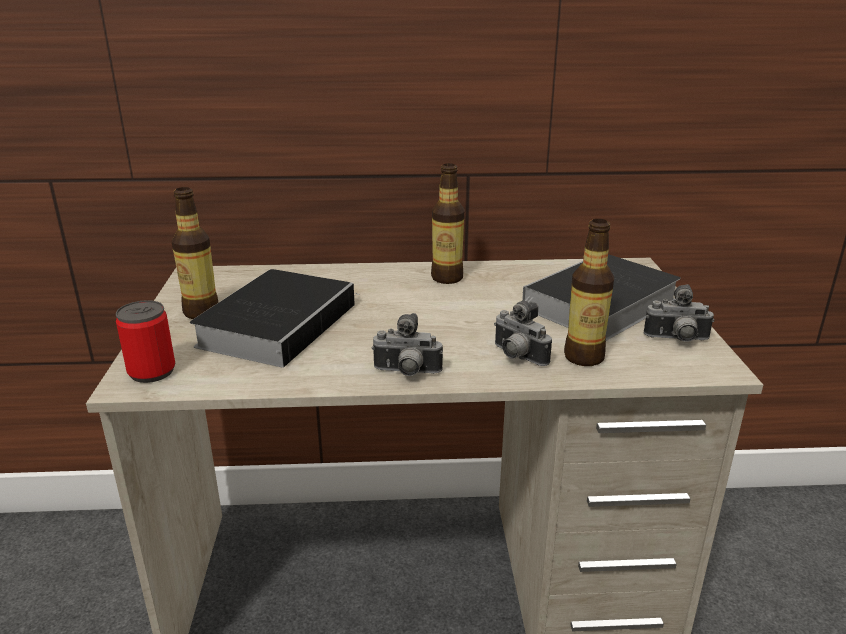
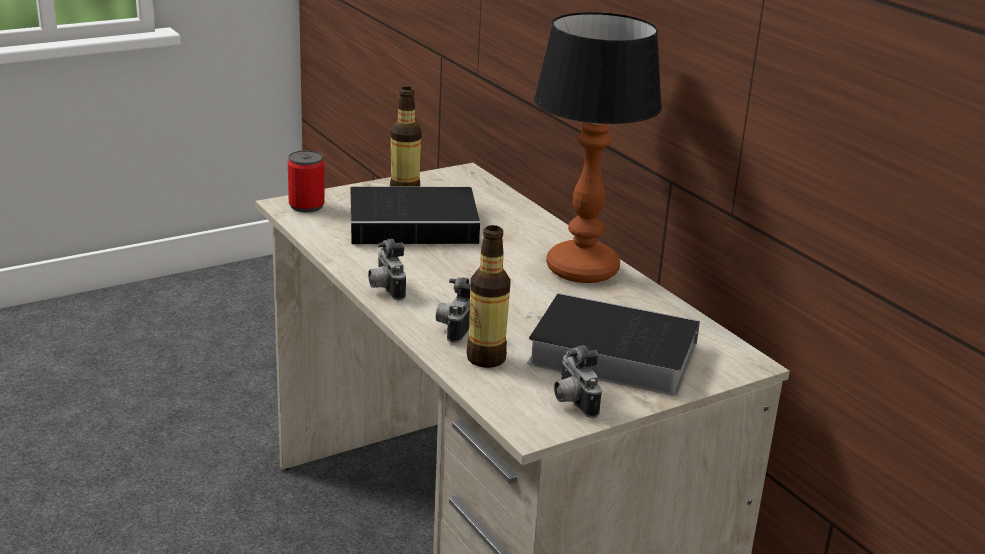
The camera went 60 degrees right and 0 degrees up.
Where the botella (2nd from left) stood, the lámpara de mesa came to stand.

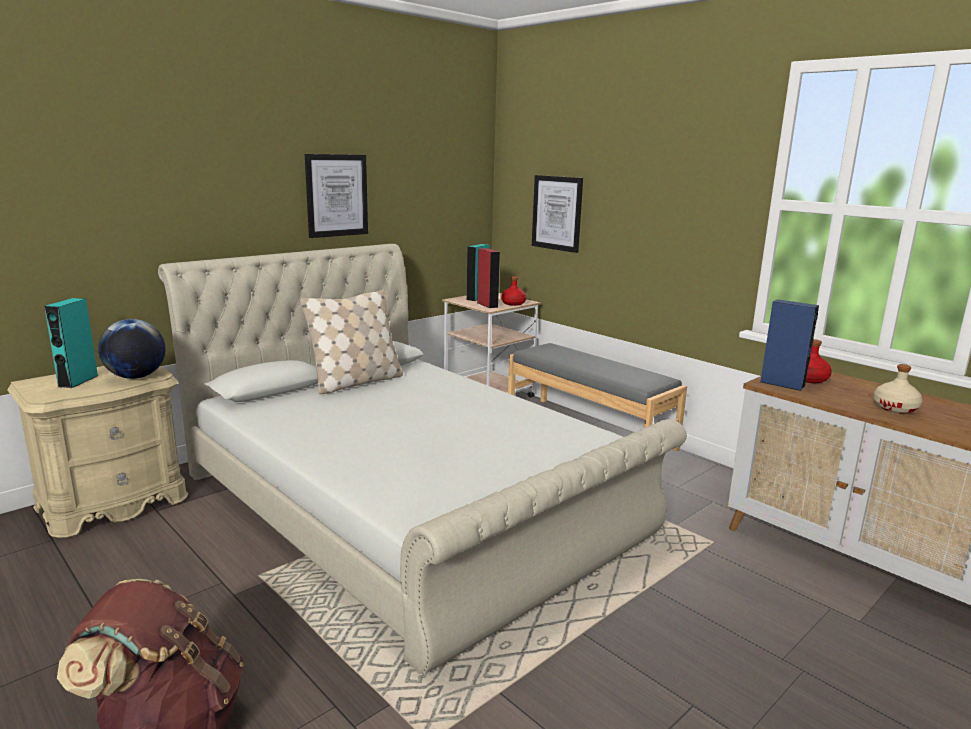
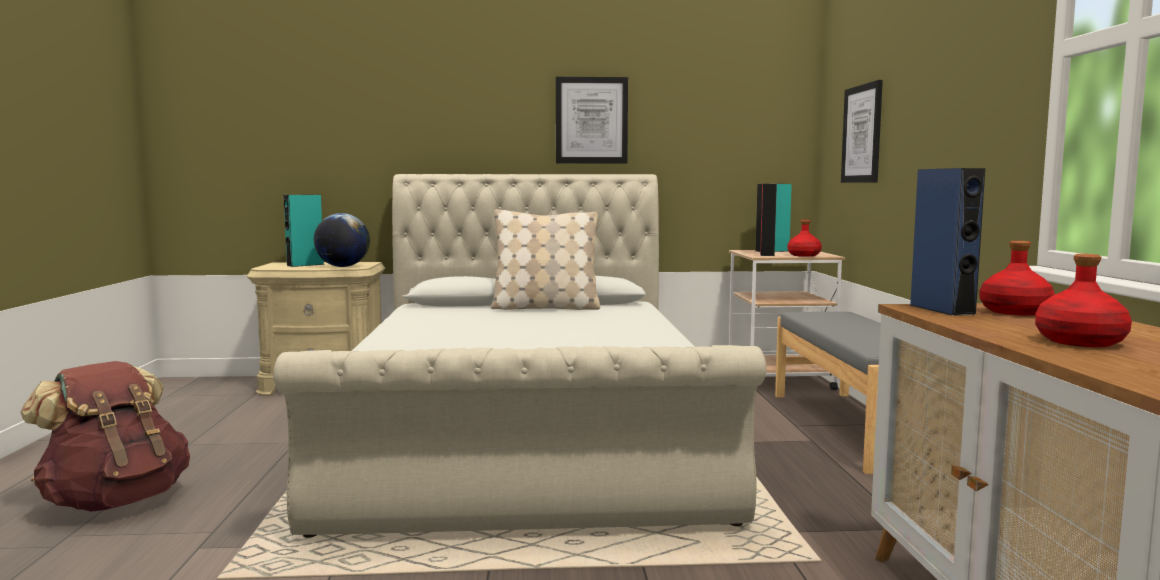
The camera went 40 degrees right and 10 degrees down.
What was the botella/beis turned into the botella/rojo (3rd from left).

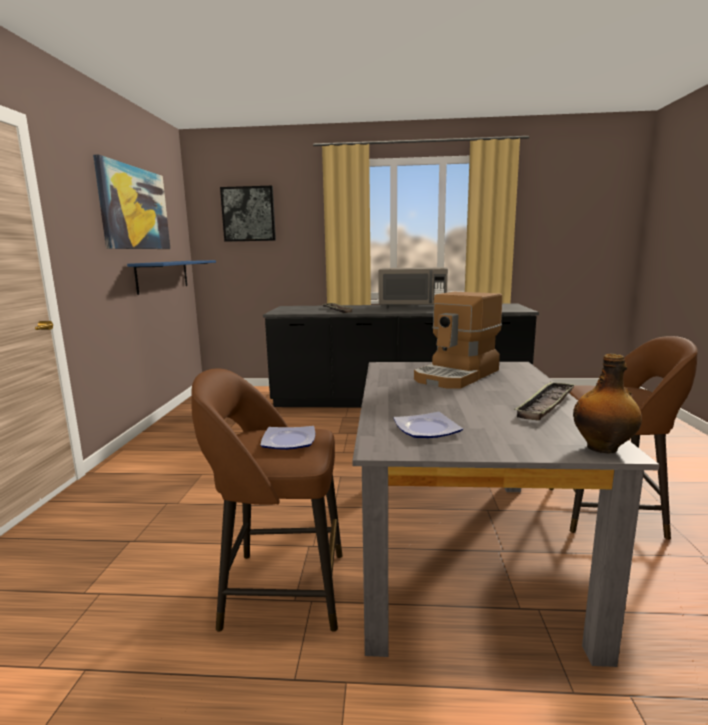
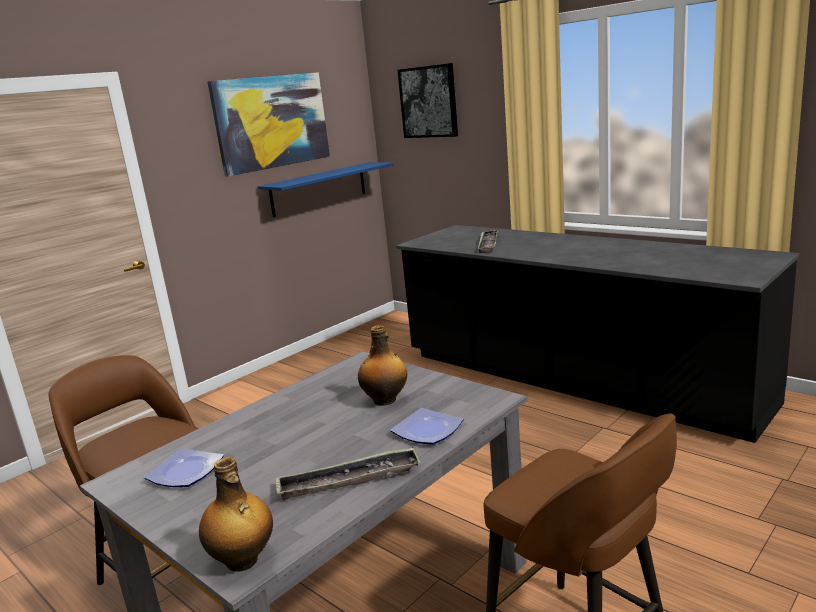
The camera went 40 degrees right and 5 degrees up.
The second view lost the microondas/gris.
Where the cafetera stood, the botella (2nd from left) came to stand.
The plato (1st from left in the first image) ended up elsewhere.

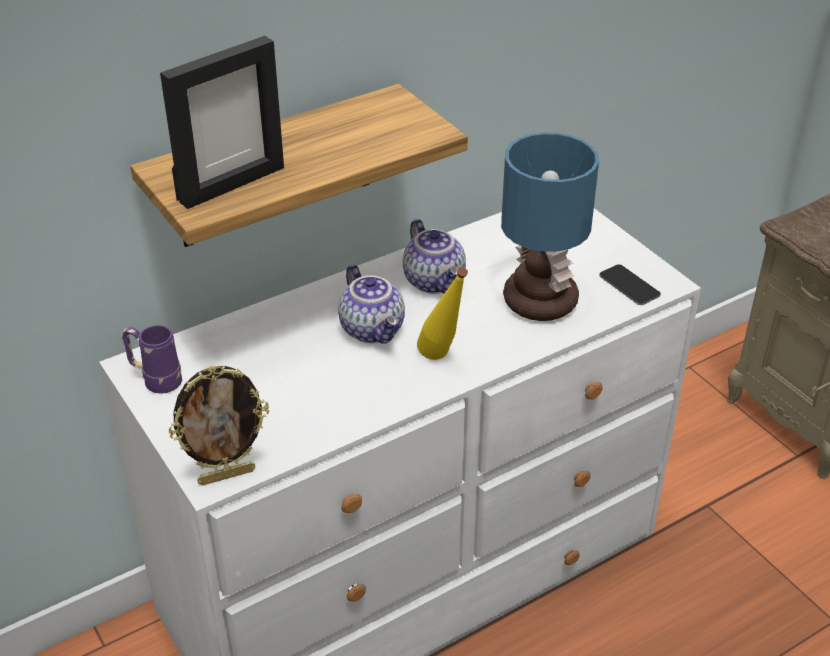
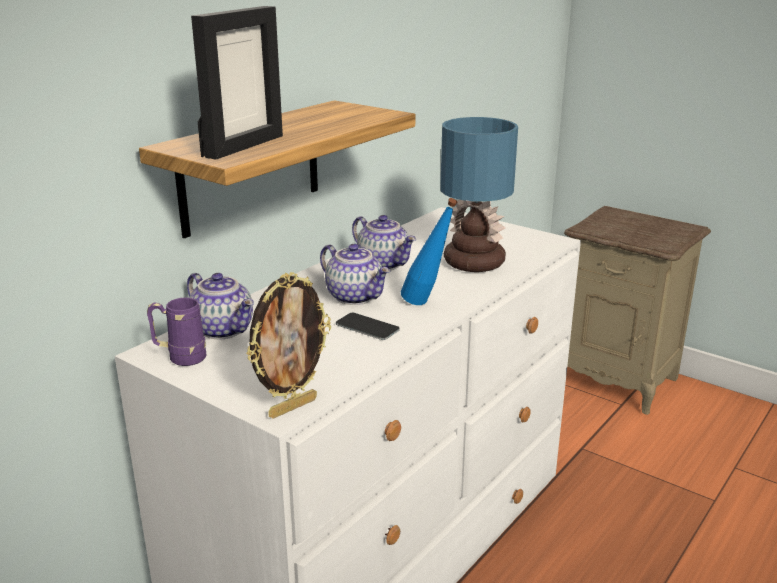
The camera went 20 degrees left and 15 degrees down.
The móvil ended up elsewhere.
What was the botella/amarillo turned into the botella/azul.
The second view gained the tetera (1st from left).

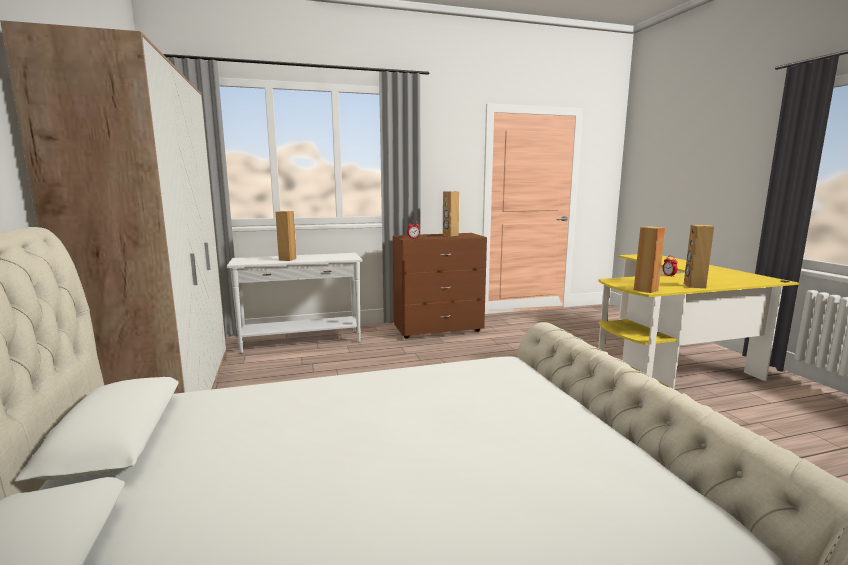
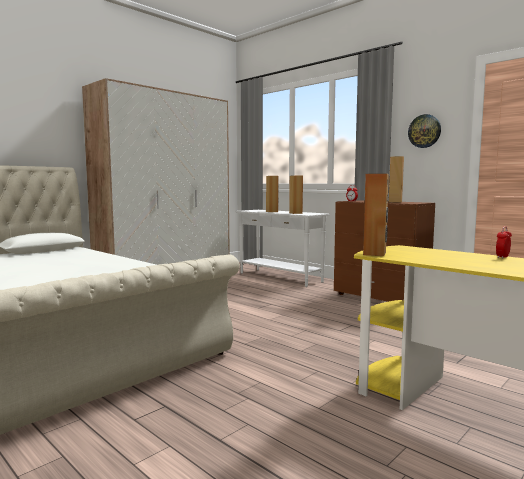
The camera went 60 degrees right and 5 degrees down.
The altavoz/marrón (4th from left in the first image) ended up elsewhere.
The second view gained the reloj de pared.

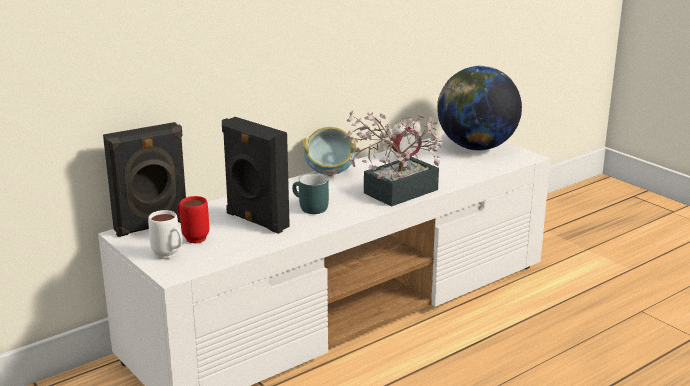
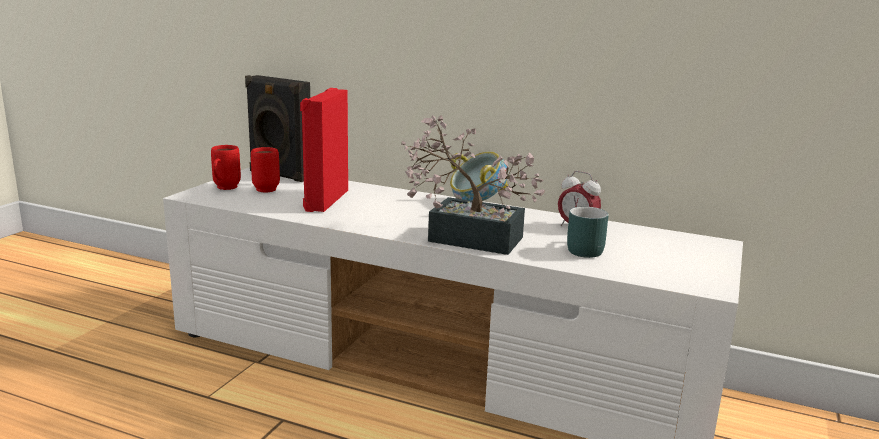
The camera went 60 degrees right and 5 degrees down.
The second view lost the globo terráqueo.
What was the altavoz/negro (2nd from left) turned into the altavoz/rojo.
The taza grande/turquesa ended up elsewhere.
What was the taza grande/blanco turned into the taza grande/rojo (1st from left).

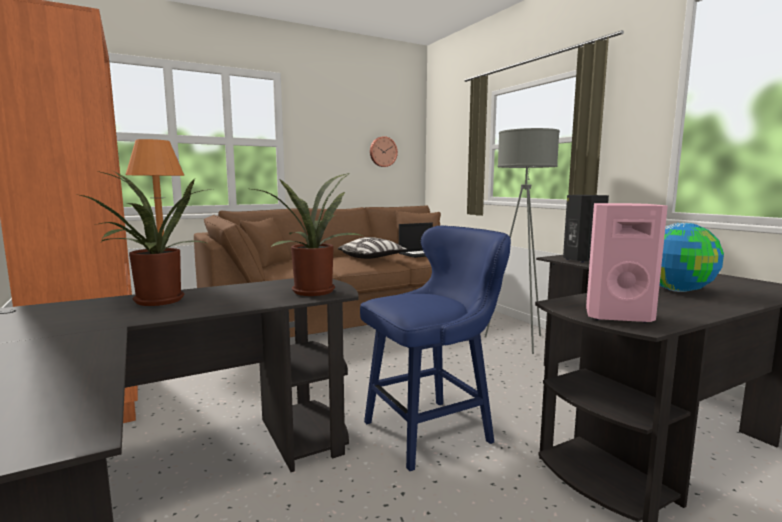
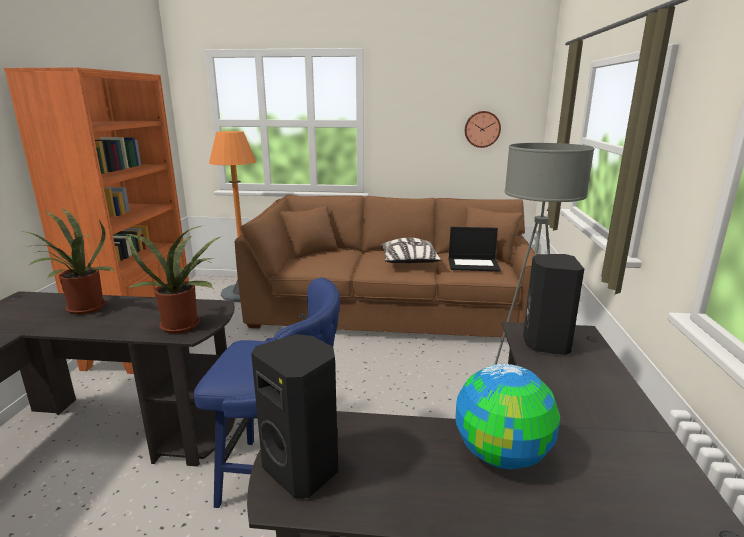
The camera went 35 degrees right and 10 degrees up.
What was the altavoz/rosa turned into the altavoz/negro (1st from left).

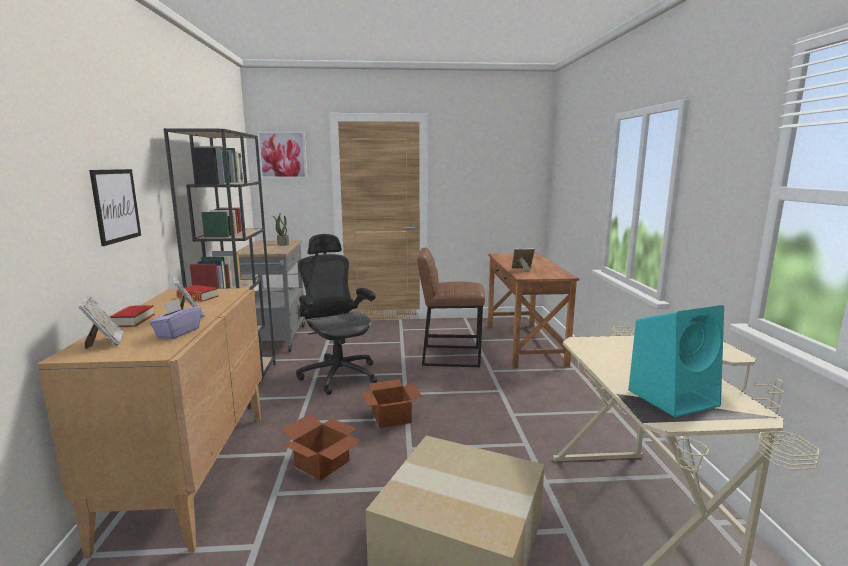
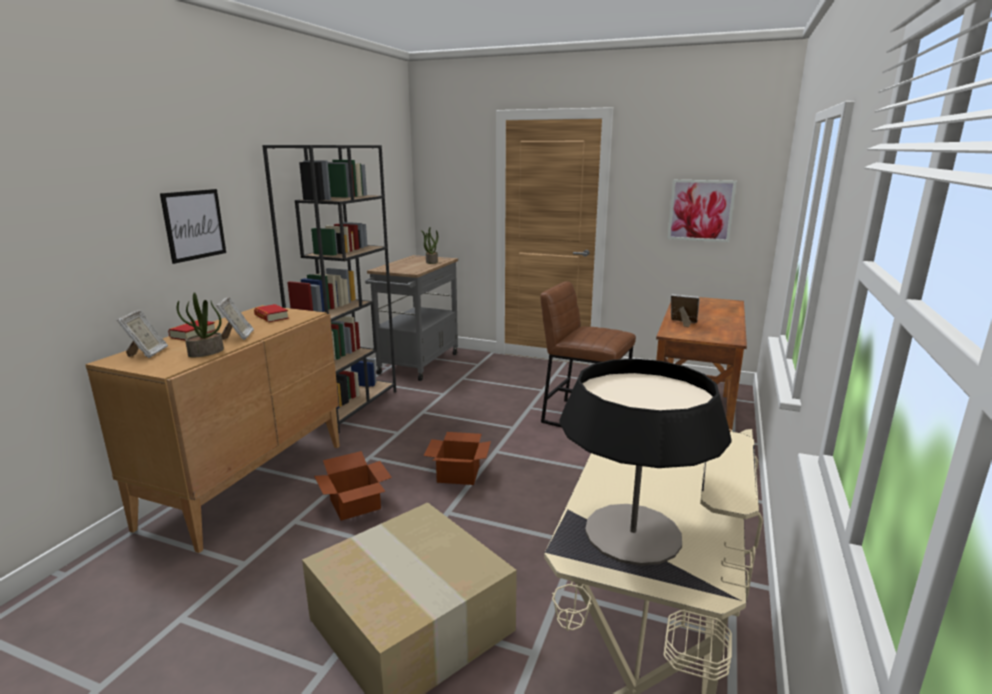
The camera went 25 degrees right and 5 degrees up.
The cuadro (2nd from left) ended up elsewhere.
The second view lost the silla de oficina.
Where the caja de pañuelos/morado stood, the planta en maceta (1st from left) came to stand.
Where the altavoz/turquesa stood, the lámpara de mesa came to stand.

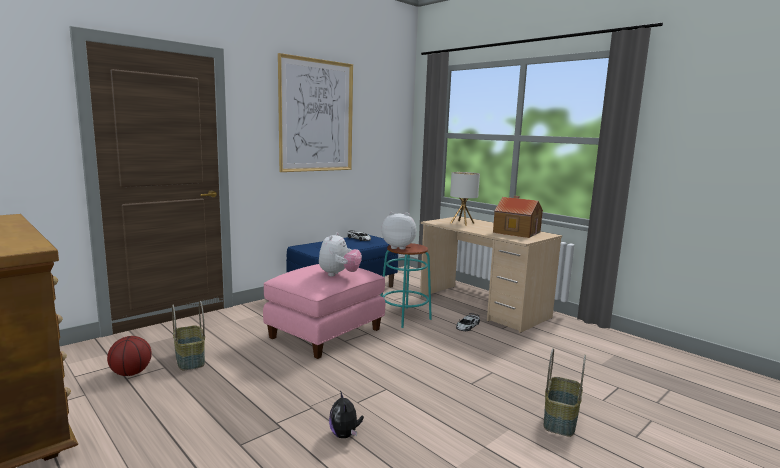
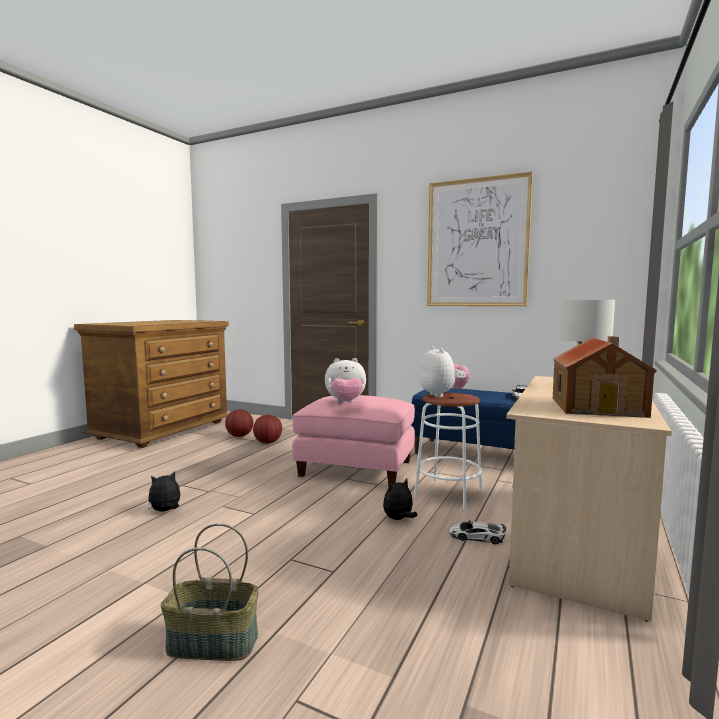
The camera went 70 degrees right and 5 degrees down.
What was the taburete/turquesa turned into the taburete/blanco.
Where the cesta (1st from left) stood, the balón de baloncesto (2nd from left) came to stand.
The second view gained the peluche (3rd from left).

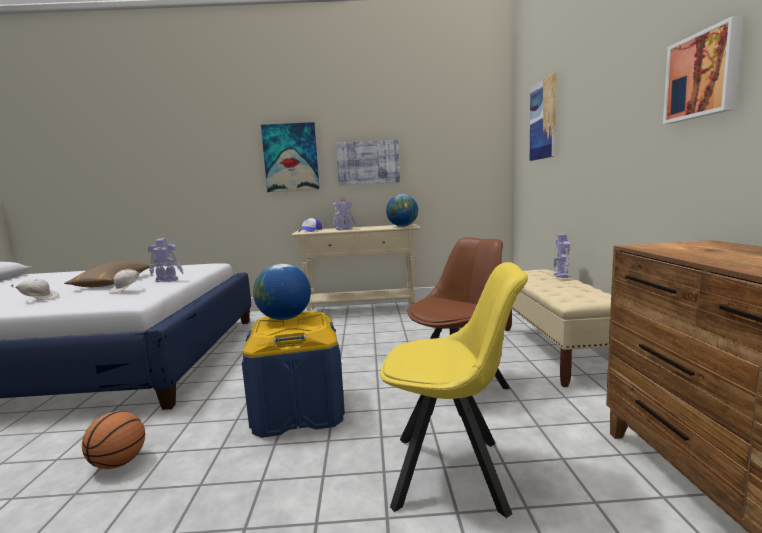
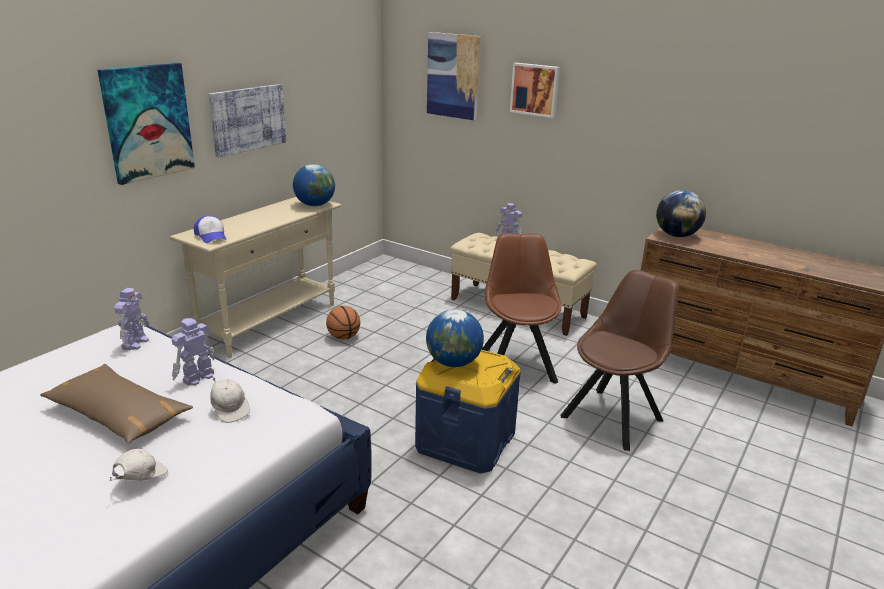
The camera went 55 degrees left and 15 degrees up.
The cuadro (4th from left) ended up elsewhere.
The robot de juguete (2nd from left in the first image) ended up elsewhere.
What was the silla/amarillo turned into the silla/marrón (2nd from left).
The balón de baloncesto ended up elsewhere.
The second view gained the globo terráqueo (3rd from left).

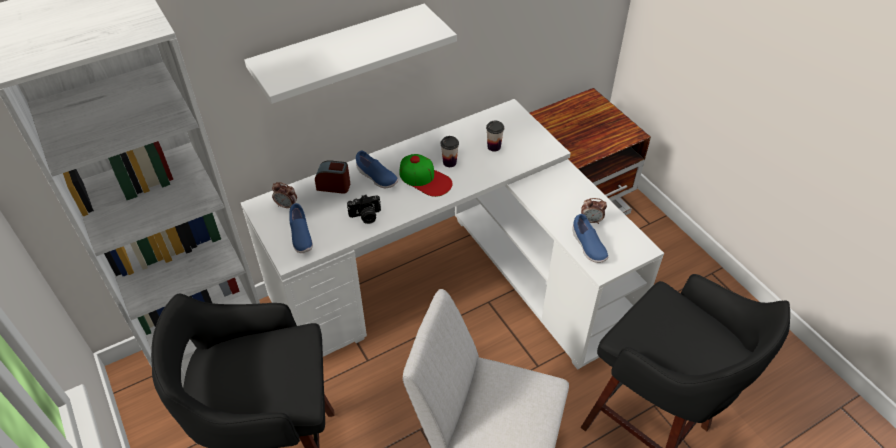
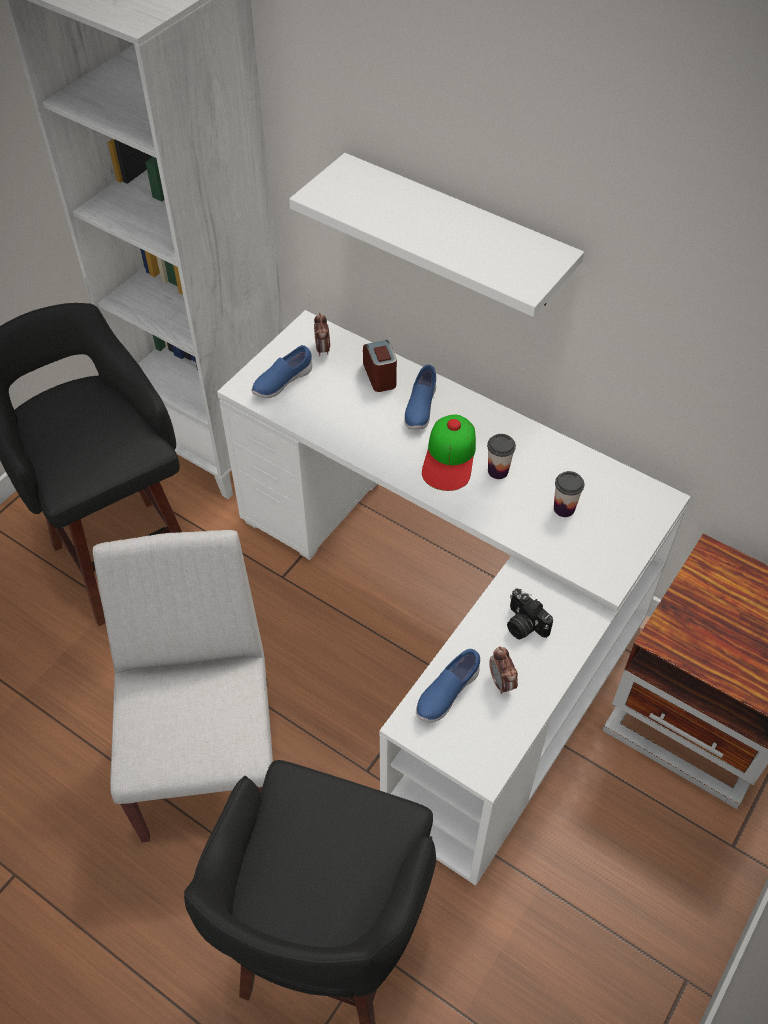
The camera went 65 degrees right and 5 degrees up.
The cámara ended up elsewhere.

